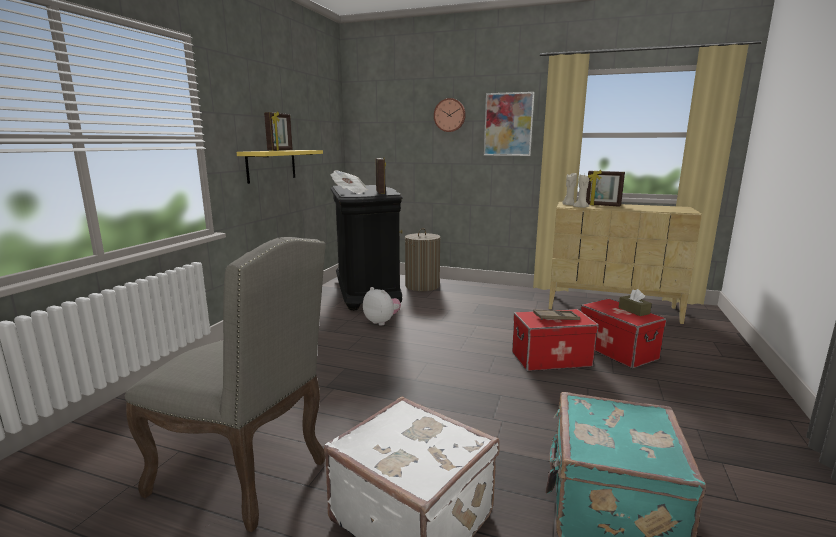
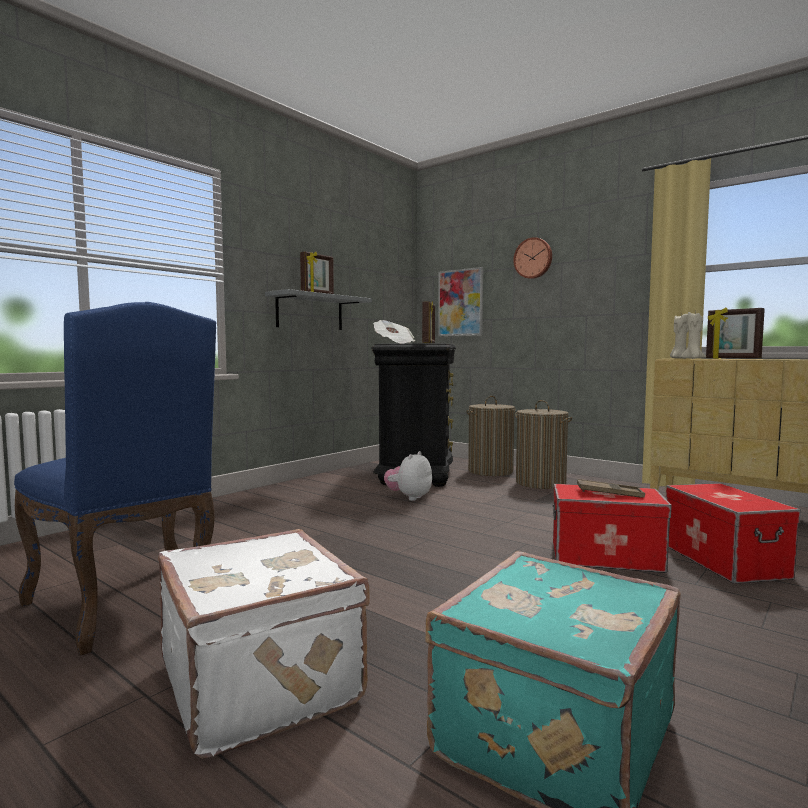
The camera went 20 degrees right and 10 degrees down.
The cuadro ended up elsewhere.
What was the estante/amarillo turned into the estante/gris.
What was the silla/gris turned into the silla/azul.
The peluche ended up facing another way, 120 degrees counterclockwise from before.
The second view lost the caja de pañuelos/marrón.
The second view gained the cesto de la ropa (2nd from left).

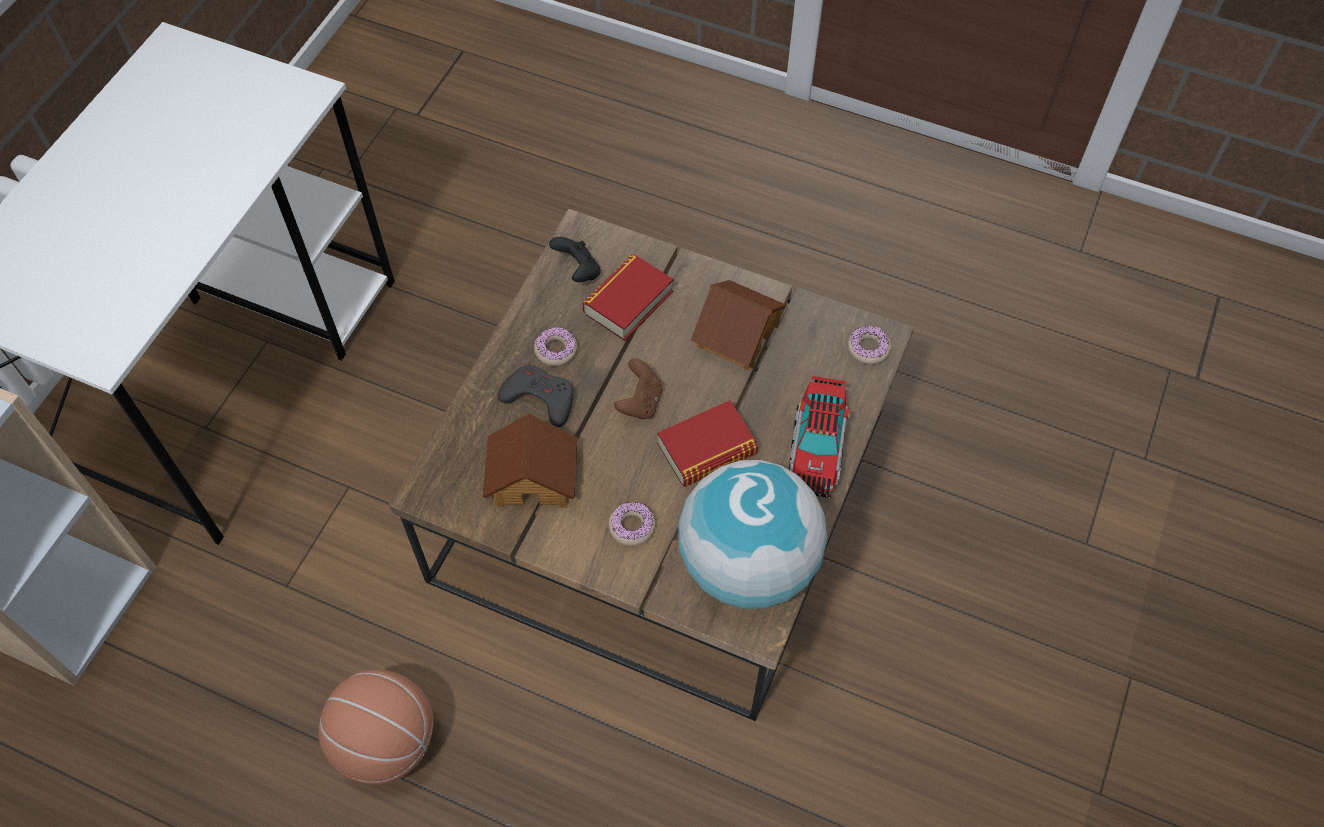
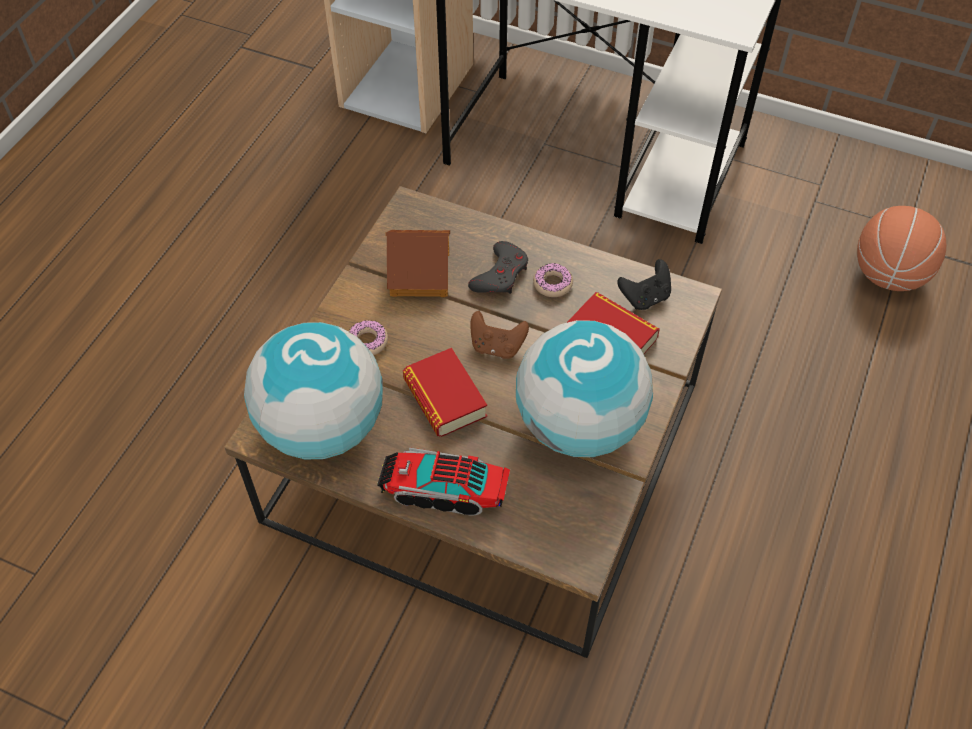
The camera went 90 degrees right and 5 degrees down.
Where the casita (2nd from left) stood, the globo terráqueo (2nd from left) came to stand.
The second view lost the rosquilla (3rd from left).
The balón de baloncesto ended up elsewhere.

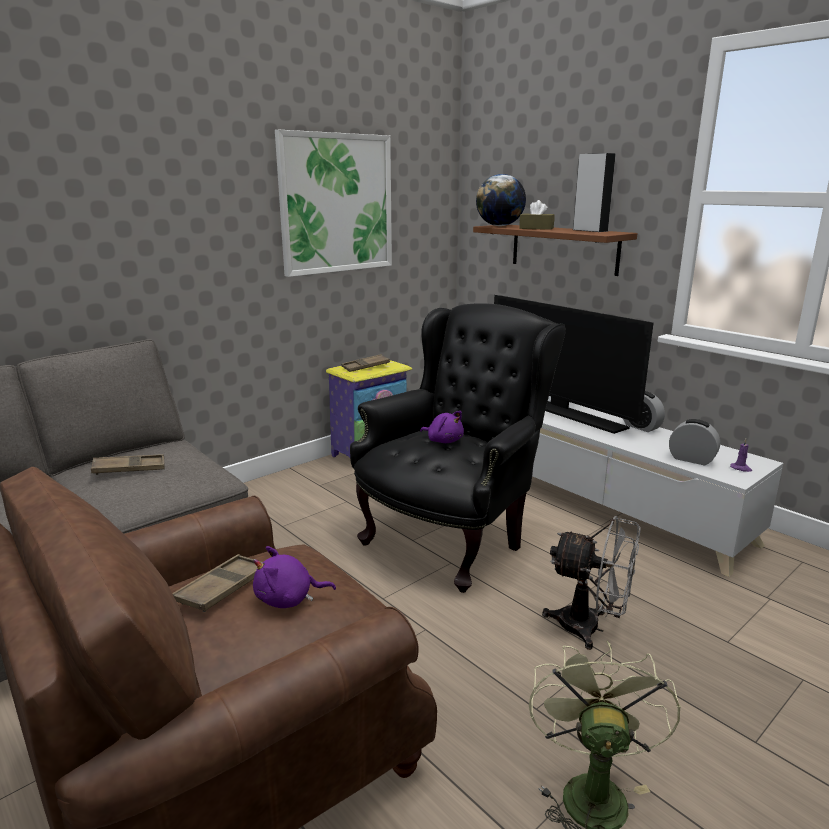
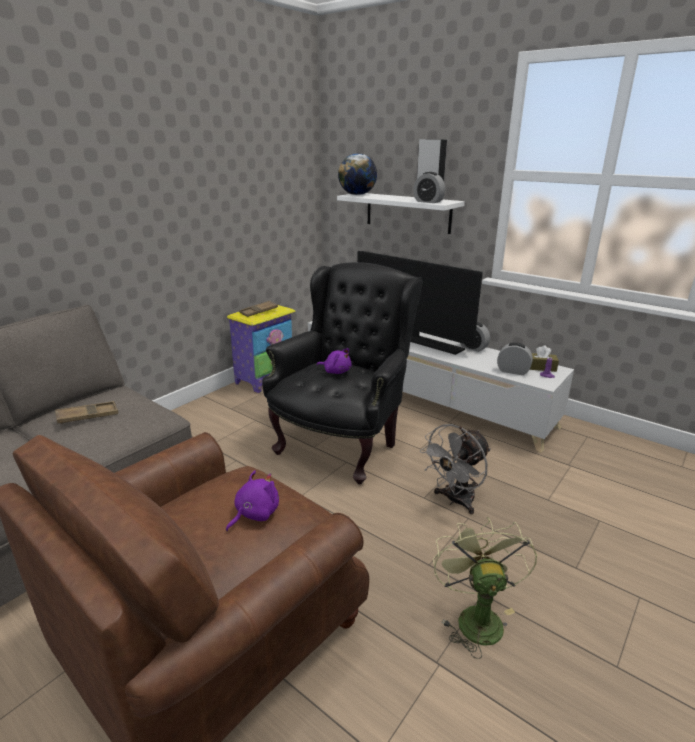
The camera went 10 degrees left and 5 degrees up.
The second view lost the cuadro.
The caja de pañuelos/marrón ended up elsewhere.
What was the estante/marrón turned into the estante/blanco.
The ventilador/gris ended up facing another way, 120 degrees clockwise from before.
The peluche/morado (1st from left) ended up facing another way, 150 degrees clockwise from before.
The second view lost the bandeja/marrón (2nd from left).
The second view gained the despertador (1st from left).

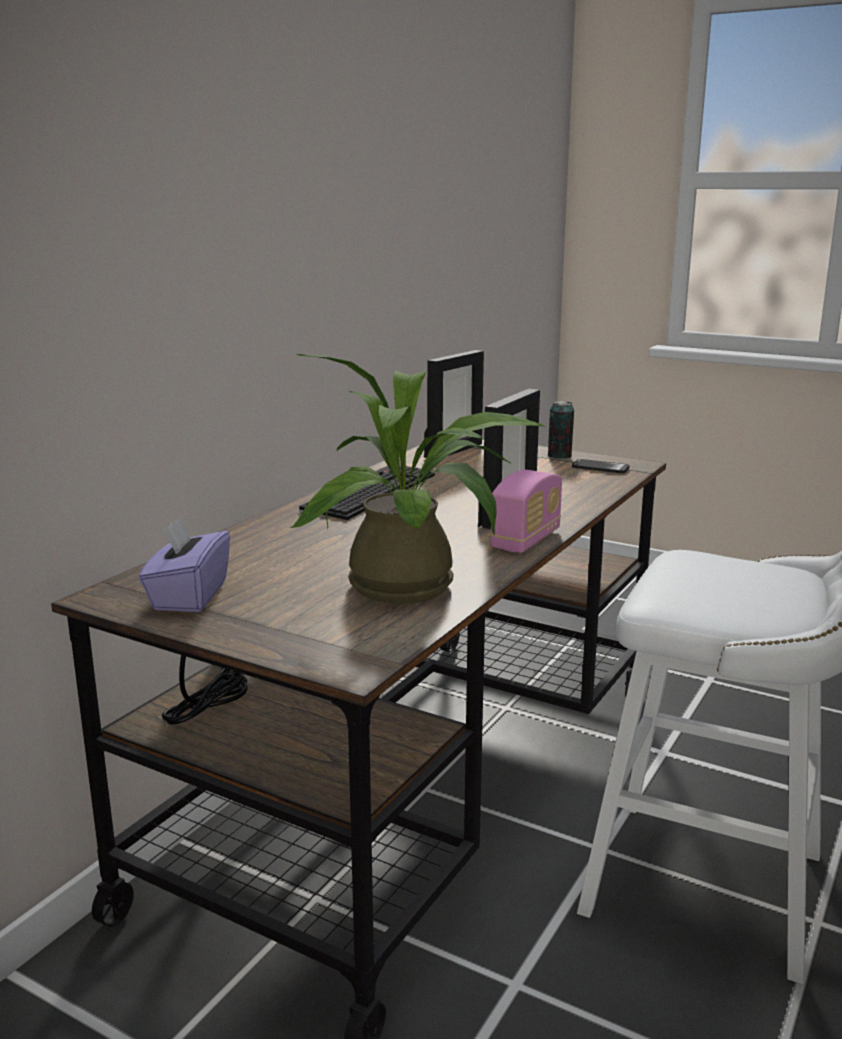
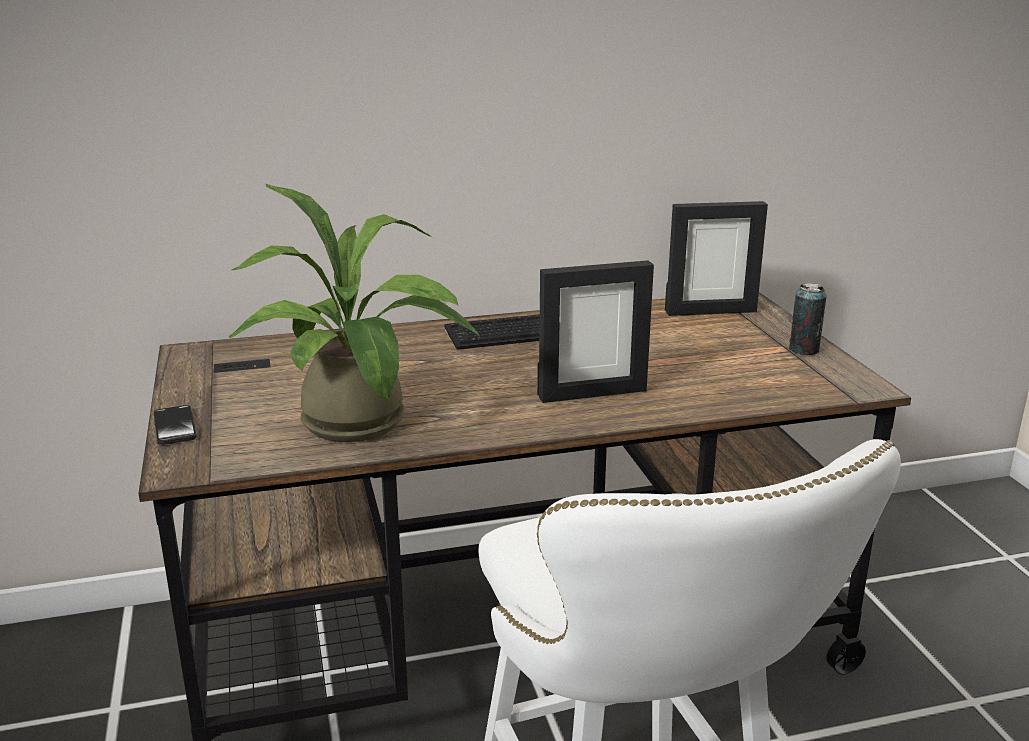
The camera went 45 degrees right and 5 degrees up.
The móvil ended up elsewhere.
The second view lost the radio.
The second view lost the caja de pañuelos/morado.

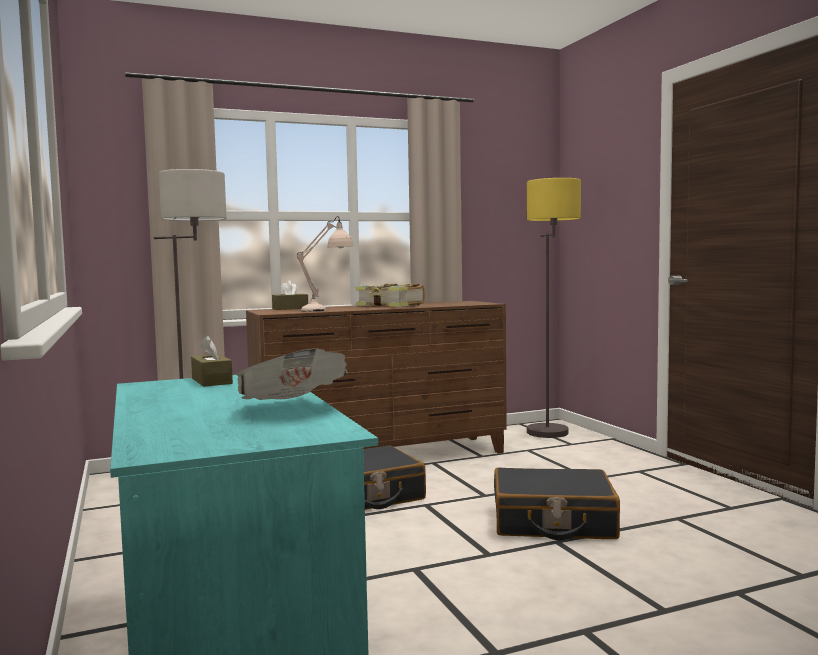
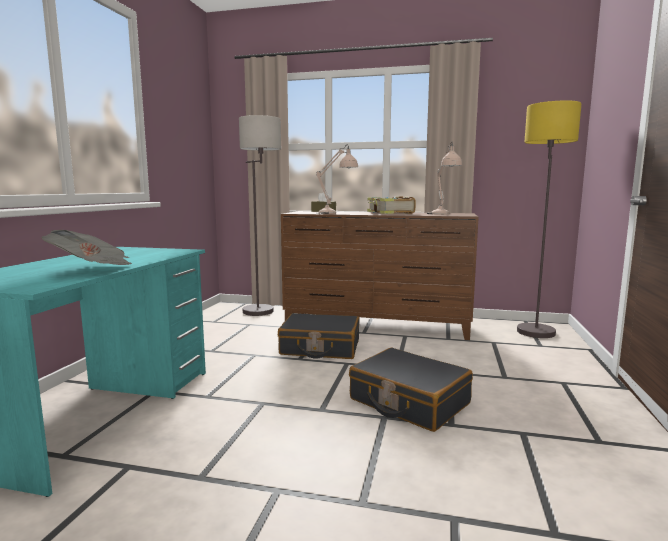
The camera went 35 degrees right and 5 degrees up.
The second view lost the caja de pañuelos/marrón (1st from left).
The second view gained the lámpara de mesa/beis (2nd from left).

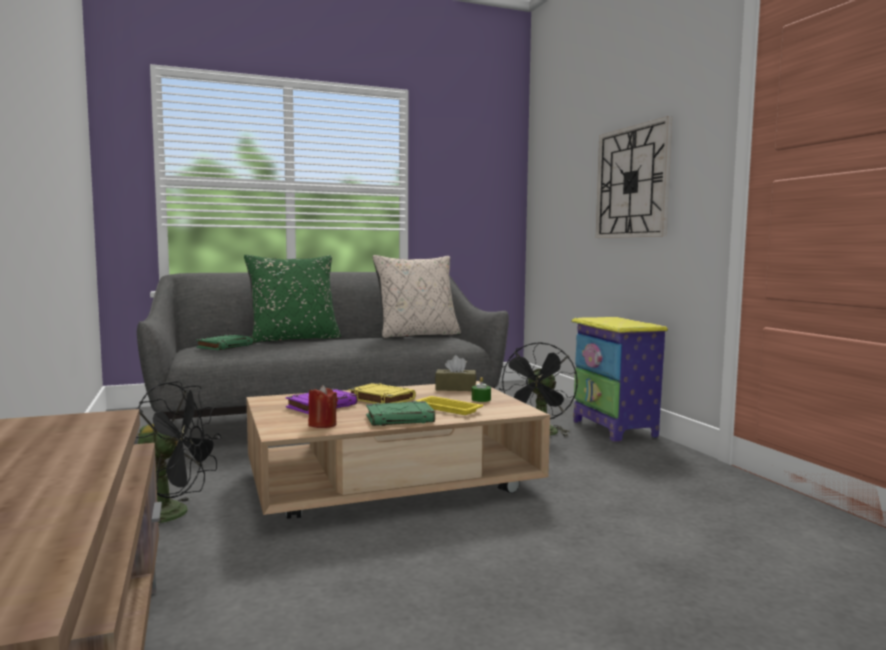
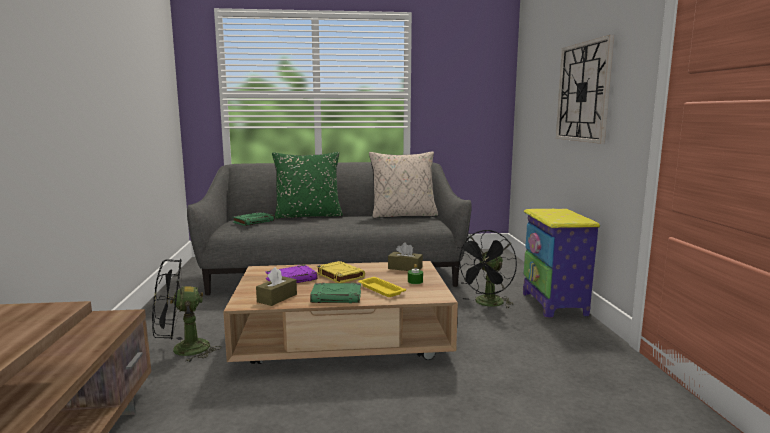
The camera went 15 degrees right and 5 degrees up.
The ventilador/negro (1st from left) ended up facing another way, 135 degrees clockwise from before.
Where the vela/rojo stood, the caja de pañuelos/marrón (1st from left) came to stand.

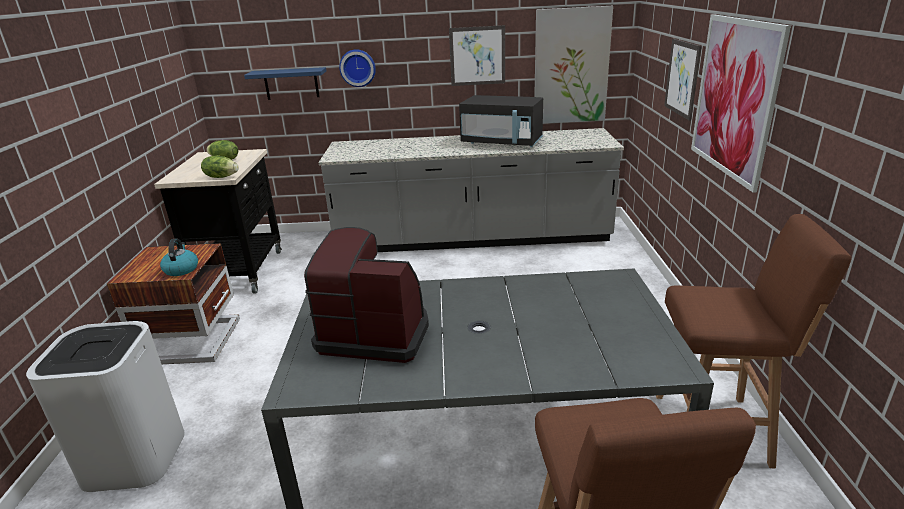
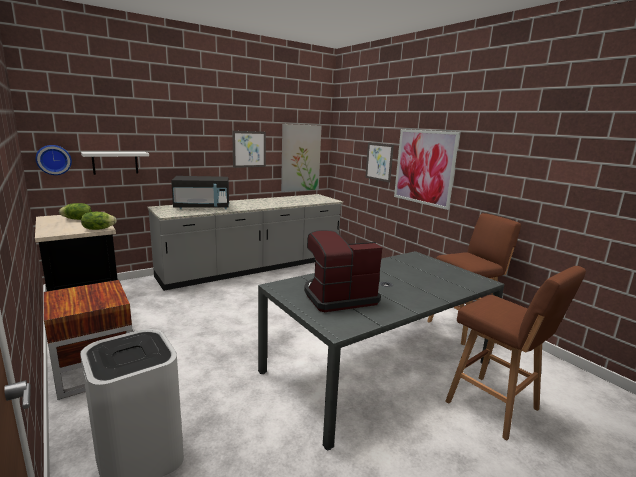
The camera went 35 degrees left and 10 degrees down.
The reloj de pared ended up elsewhere.
What was the estante/azul turned into the estante/blanco.
The microondas/negro ended up elsewhere.
The second view lost the hervidor.

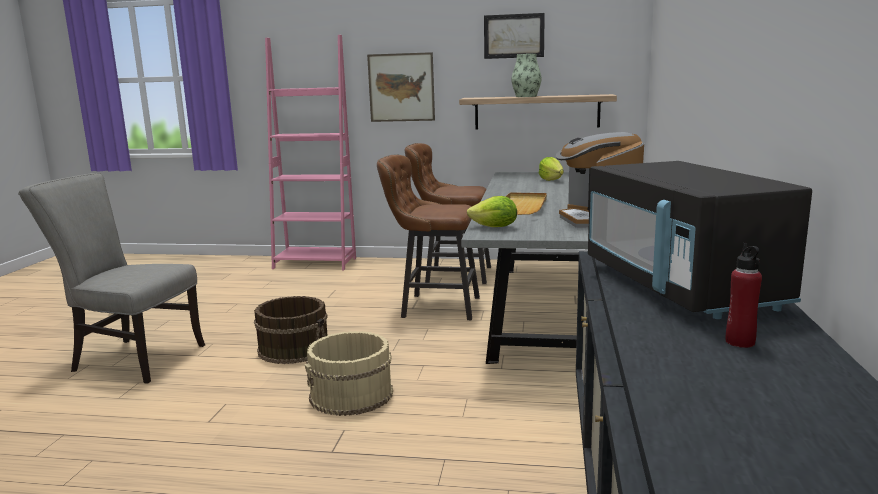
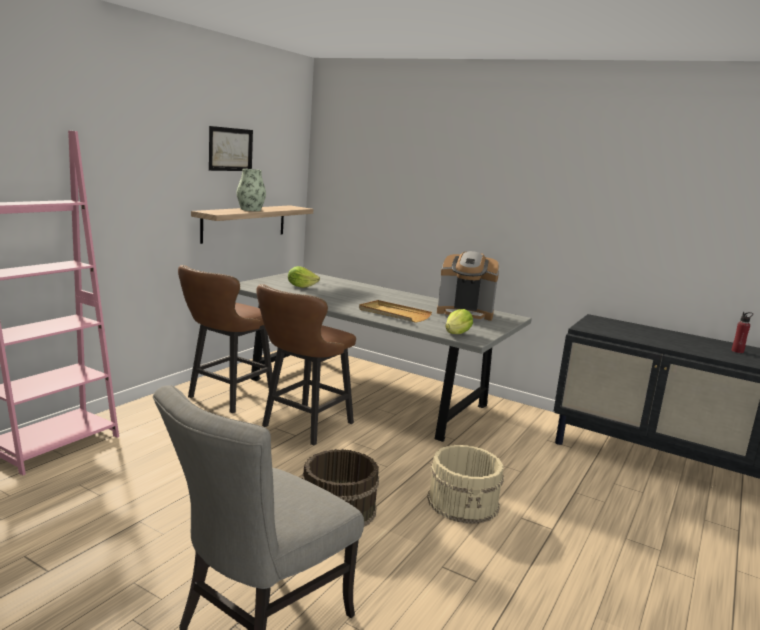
The camera went 70 degrees left and 0 degrees up.
The second view lost the cuadro (1st from left).
The second view lost the microondas/negro.

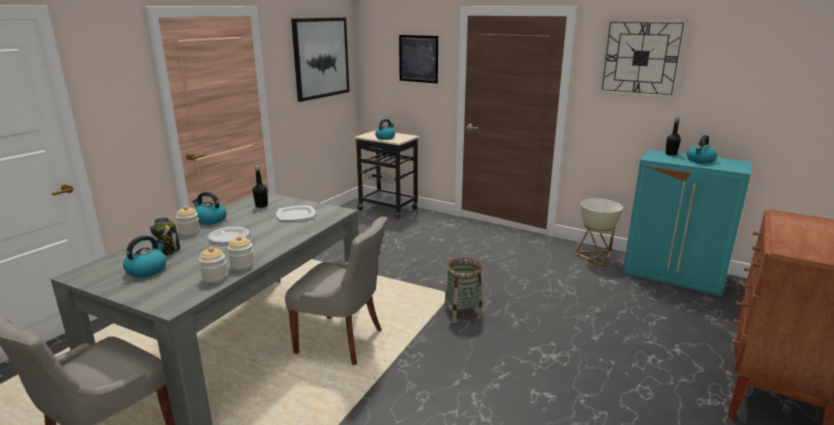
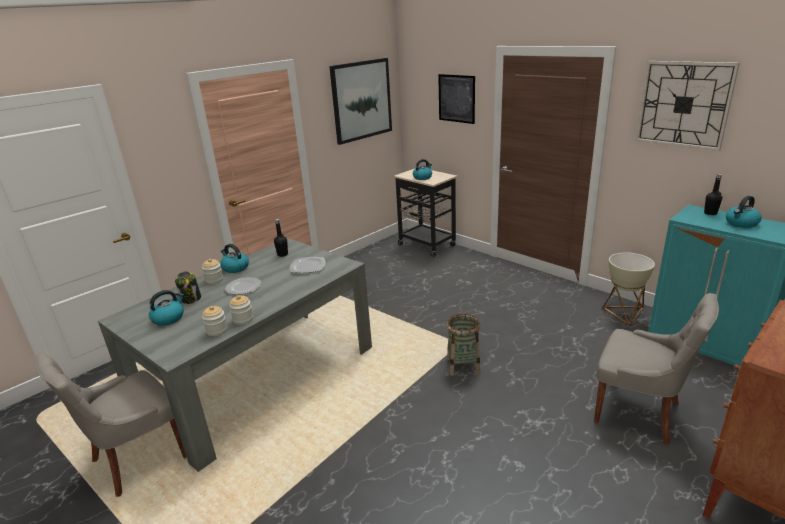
The camera went 15 degrees right and 5 degrees up.
The silla/gris (2nd from left) ended up elsewhere.

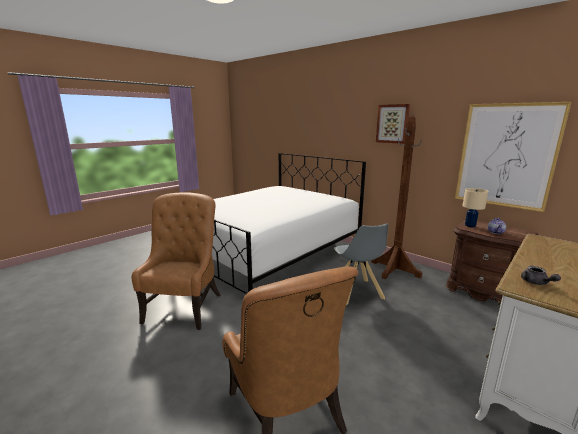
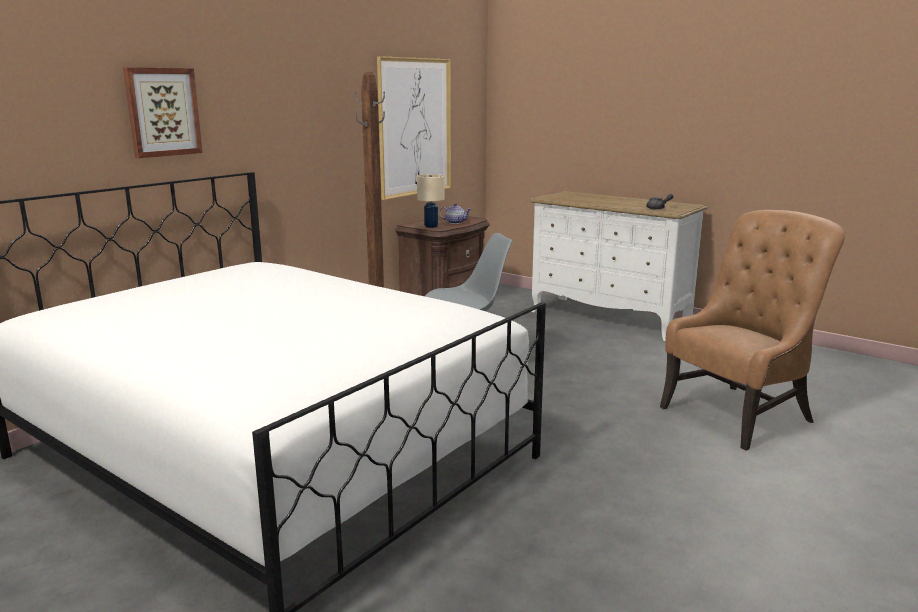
The camera went 95 degrees left and 0 degrees up.
The cuadro (1st from left) ended up elsewhere.
The second view lost the silla/marrón (1st from left).

